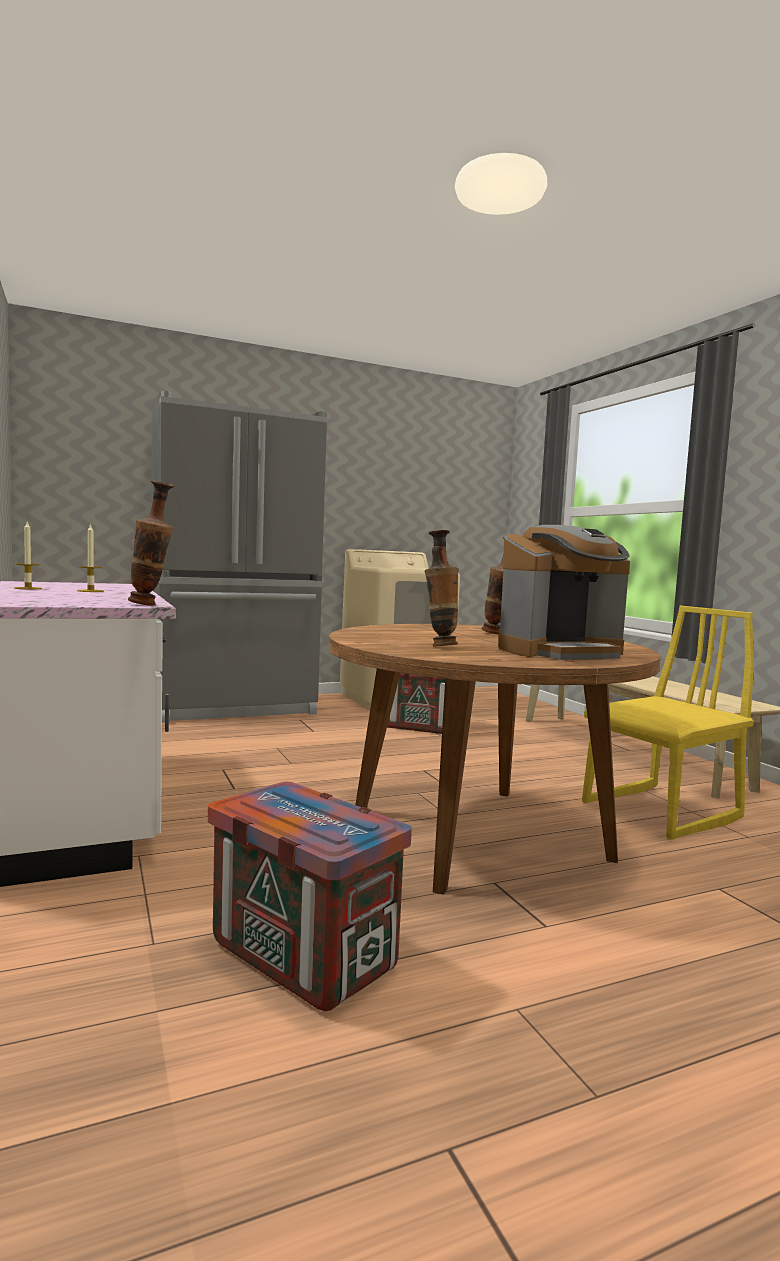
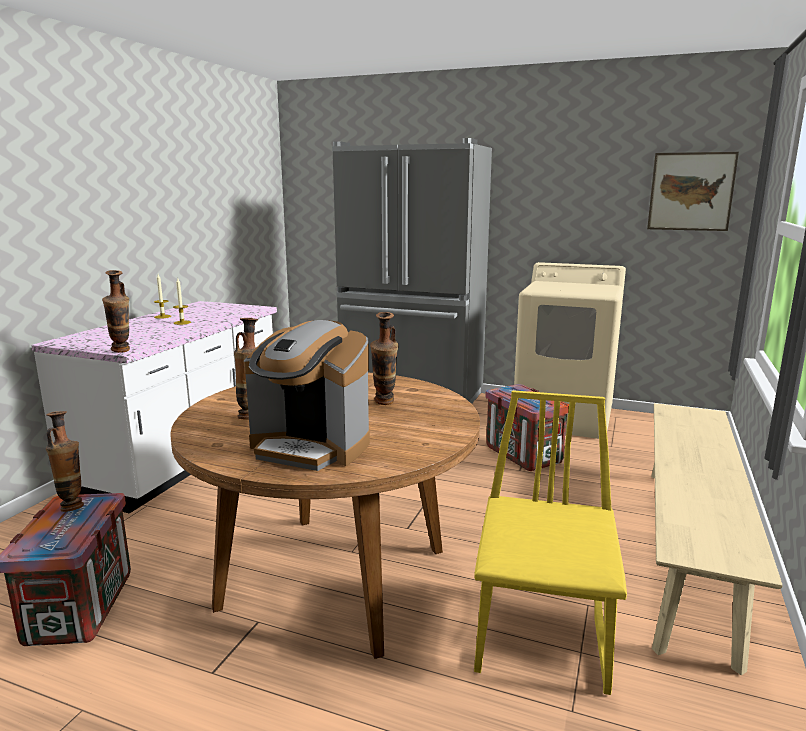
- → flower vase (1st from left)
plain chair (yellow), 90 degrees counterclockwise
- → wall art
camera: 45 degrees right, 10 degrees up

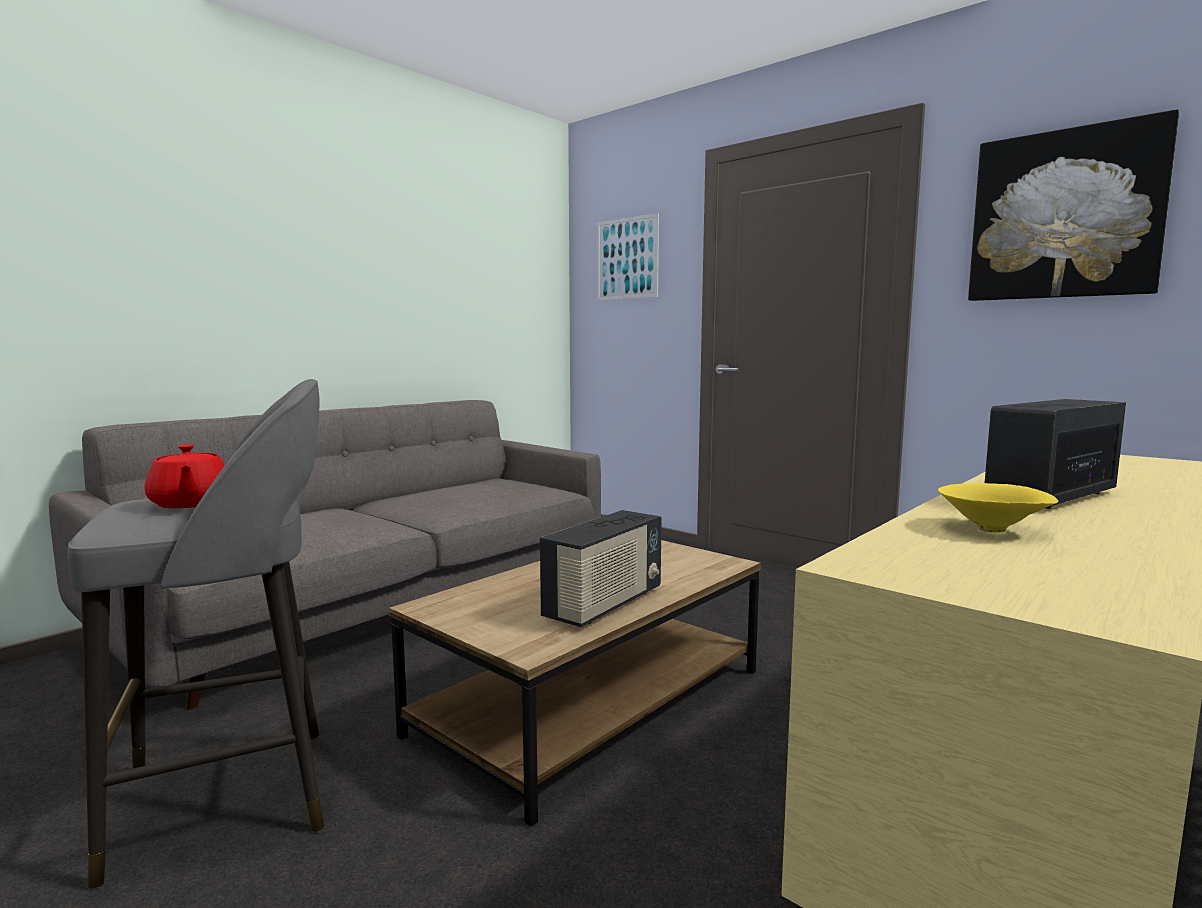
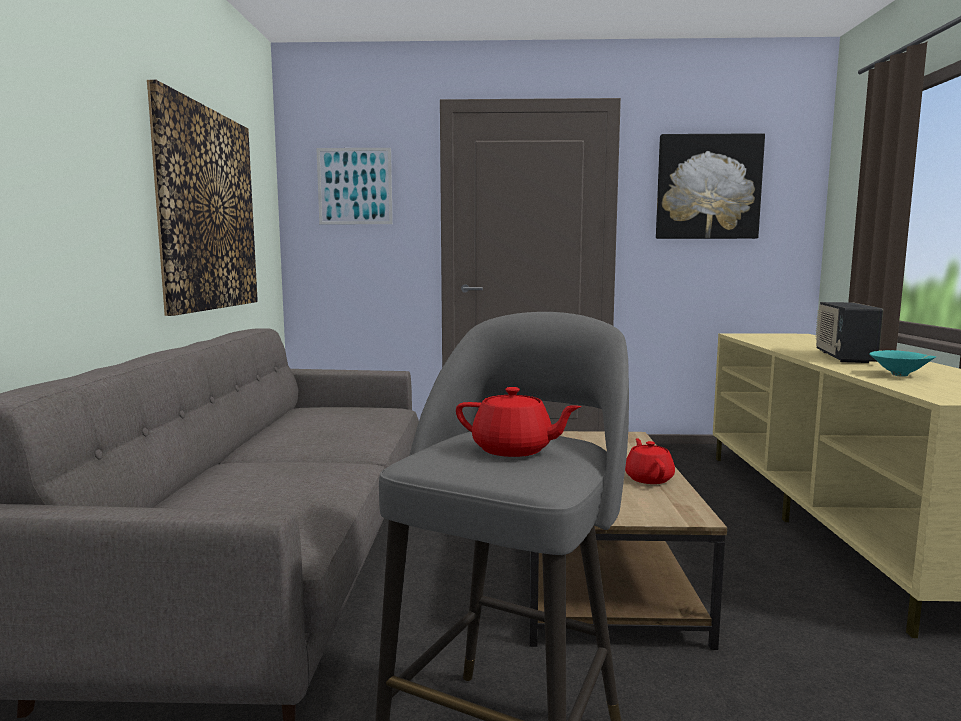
- → wall art (1st from left)
radio set (1st from left) → tea pot (reddish) (2nd from left)
deep dish (yellow) → deep dish (blue-green)
camera: 40 degrees left, 0 degrees up

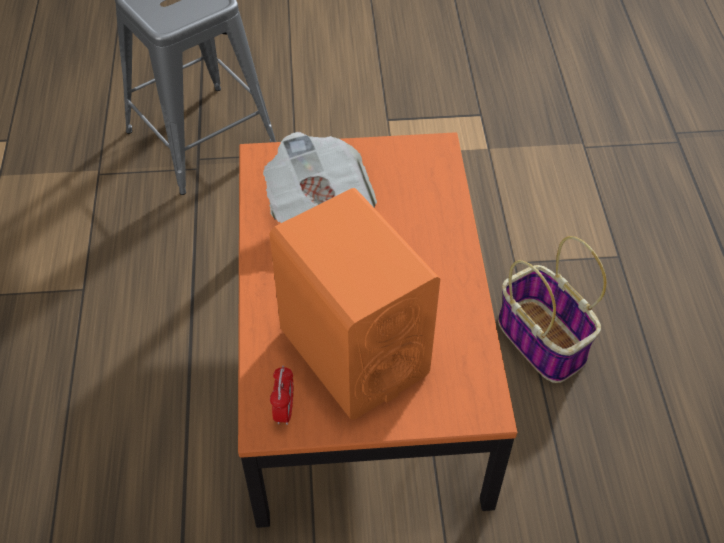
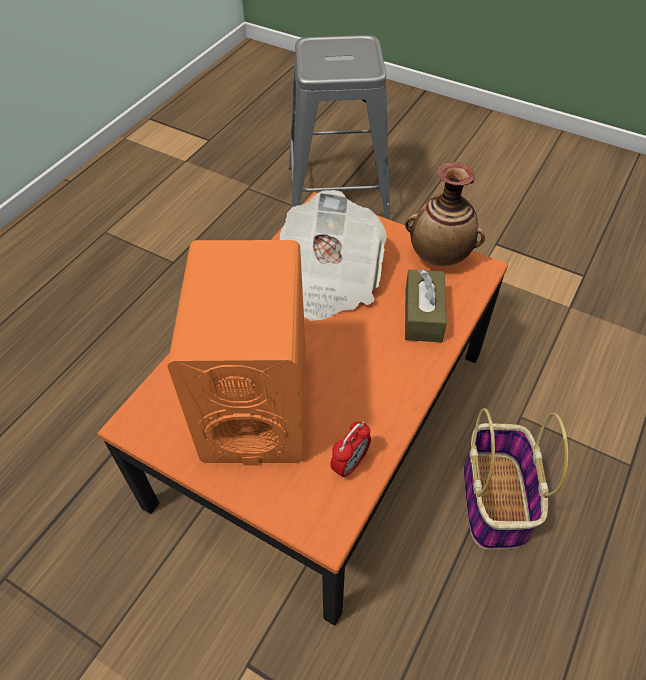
bedside clock, move
- → flower vase
- → tissue holder (brown)
camera: 35 degrees right, 0 degrees up

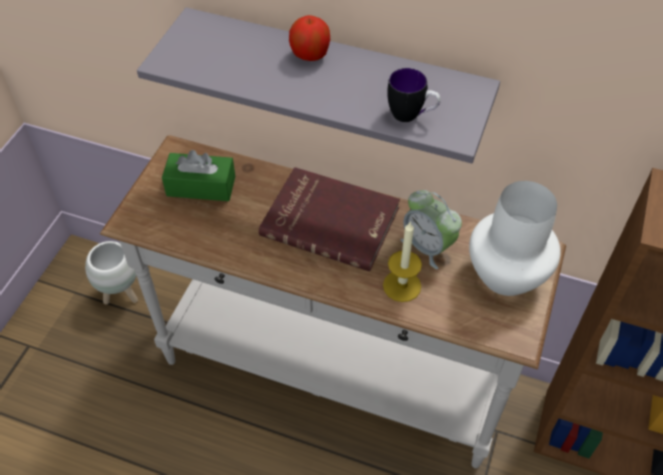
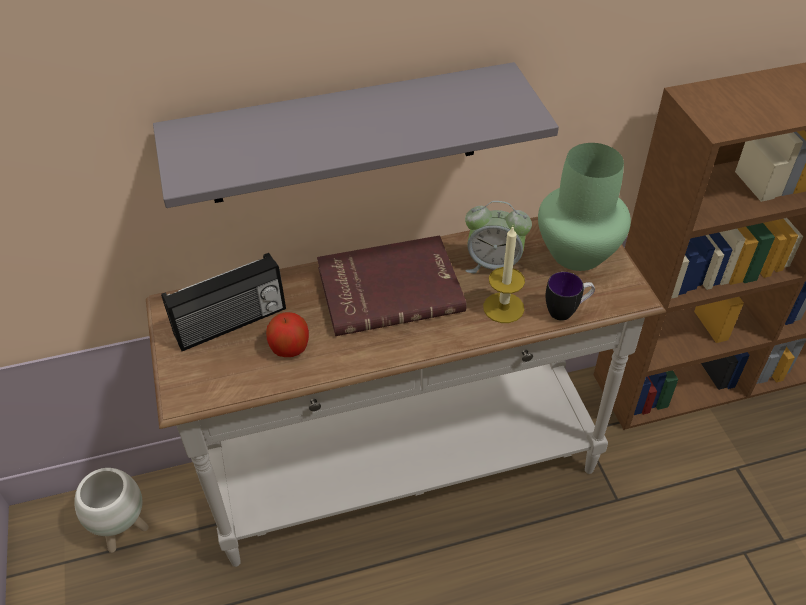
tissue holder (greenish) → radio set
apple, move
flower vase (white) → flower vase (greenish)
mug, move
camera: 35 degrees left, 5 degrees down

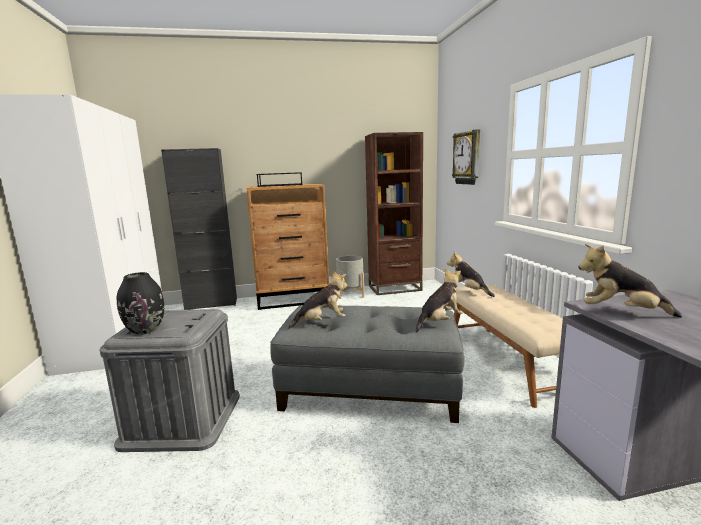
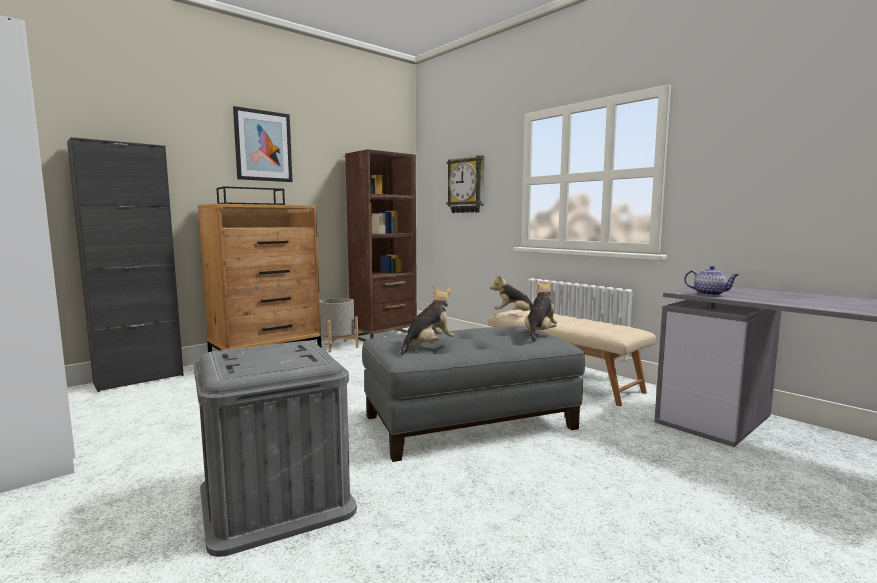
- → wall art
plush toy (4th from left) → tea pot
flower vase (black-coloured) → -
camera: 30 degrees left, 5 degrees down

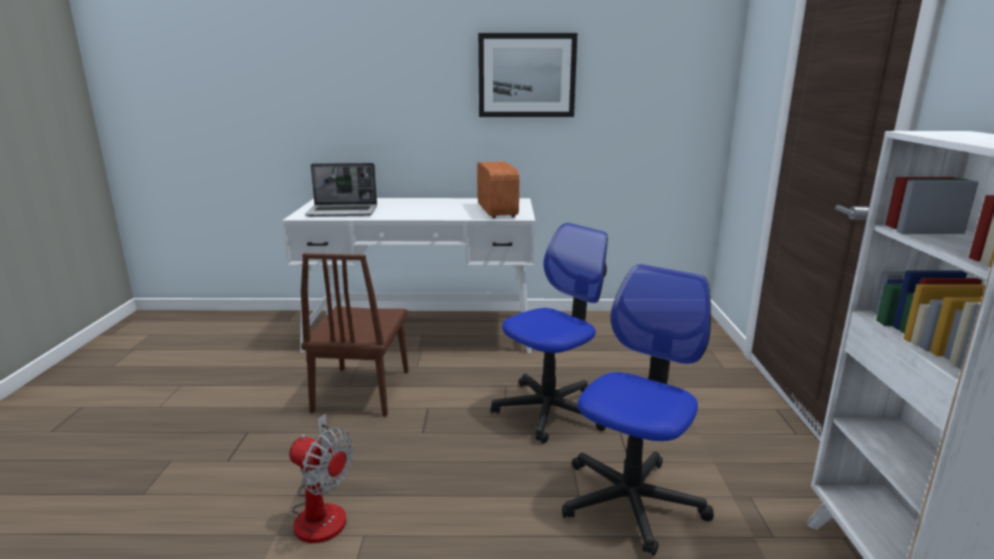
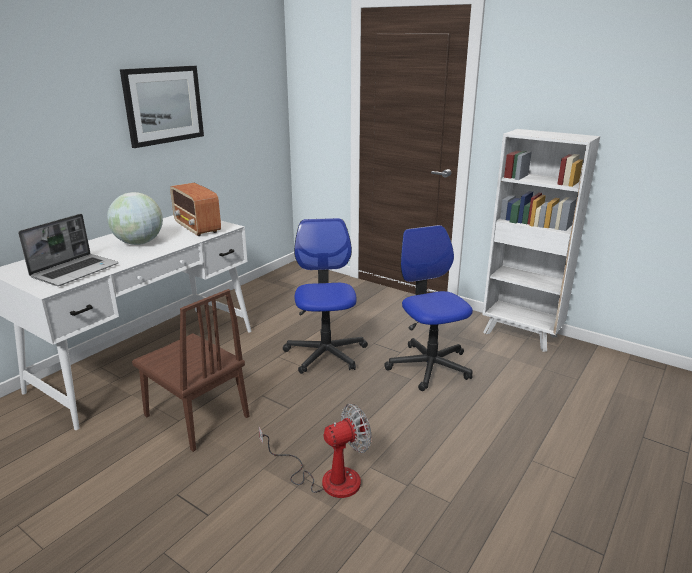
- → desk globe
radio set, 150 degrees counterclockwise
camera: 55 degrees left, 5 degrees up

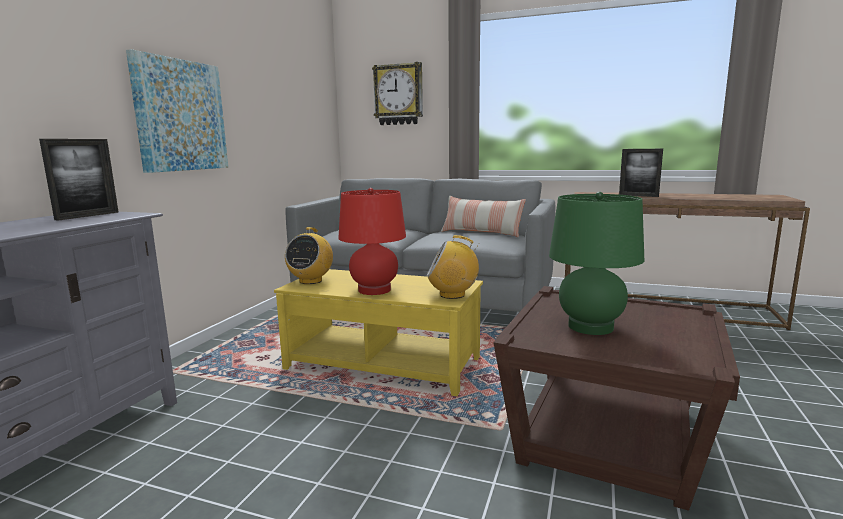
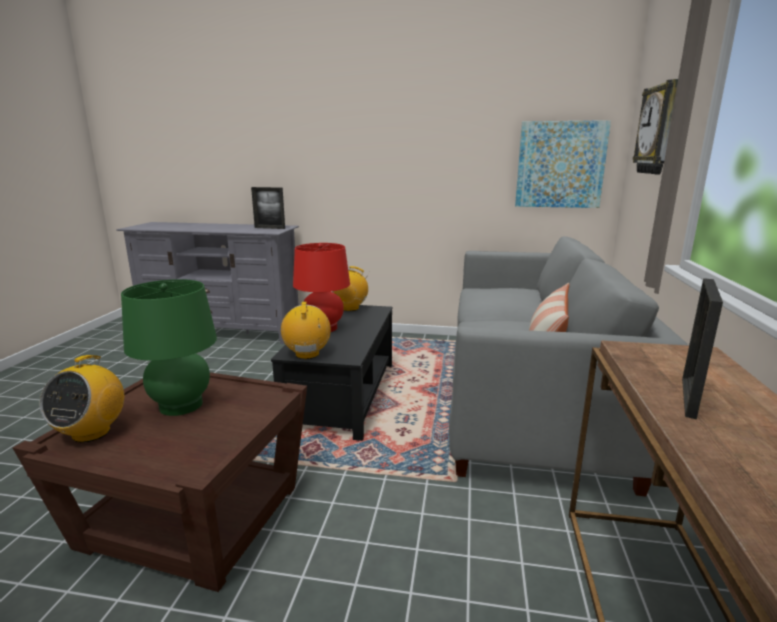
- → radio set (1st from left)
lounge table (yellow) → lounge table (black-coloured)
wall art, move
camera: 80 degrees right, 5 degrees up

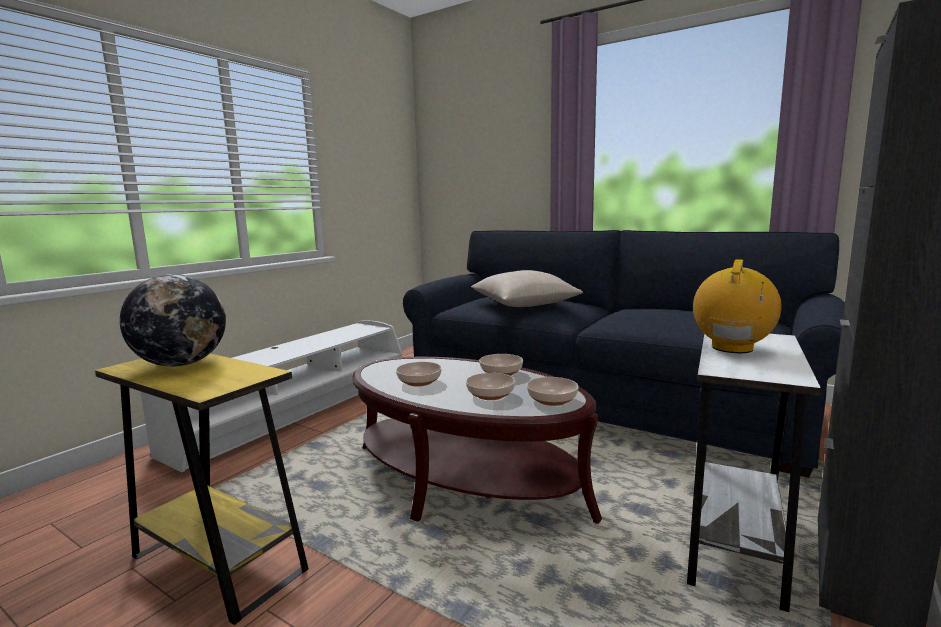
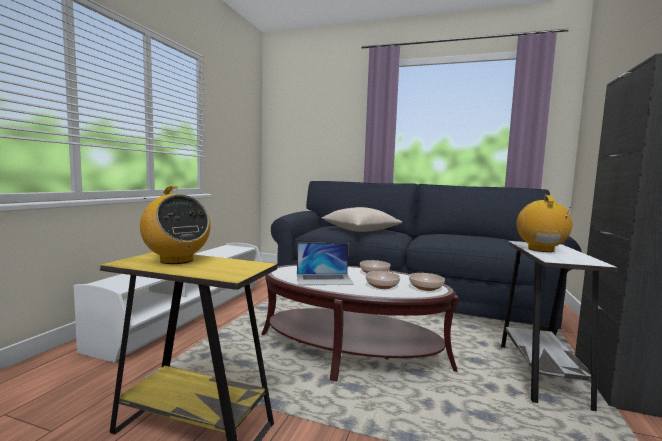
desk globe → radio set (1st from left)
deep dish (1st from left) → portable computer
camera: 15 degrees left, 5 degrees down

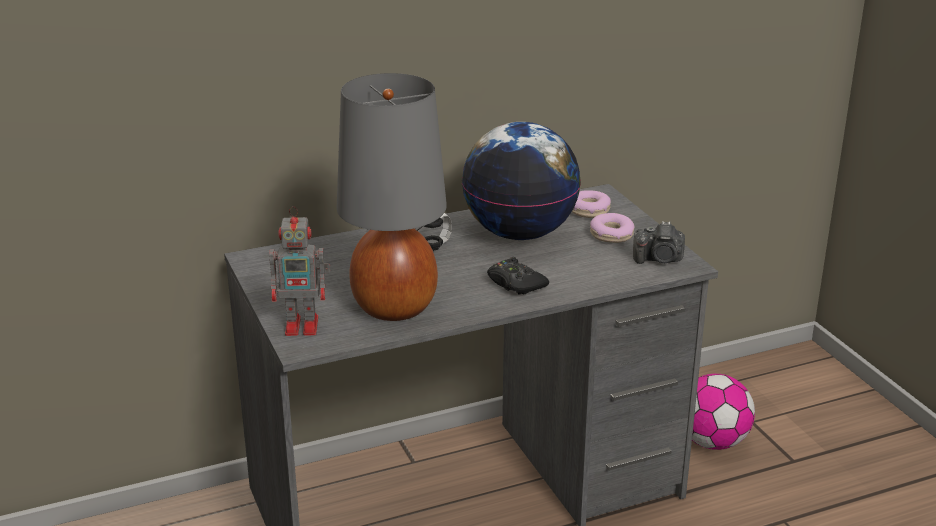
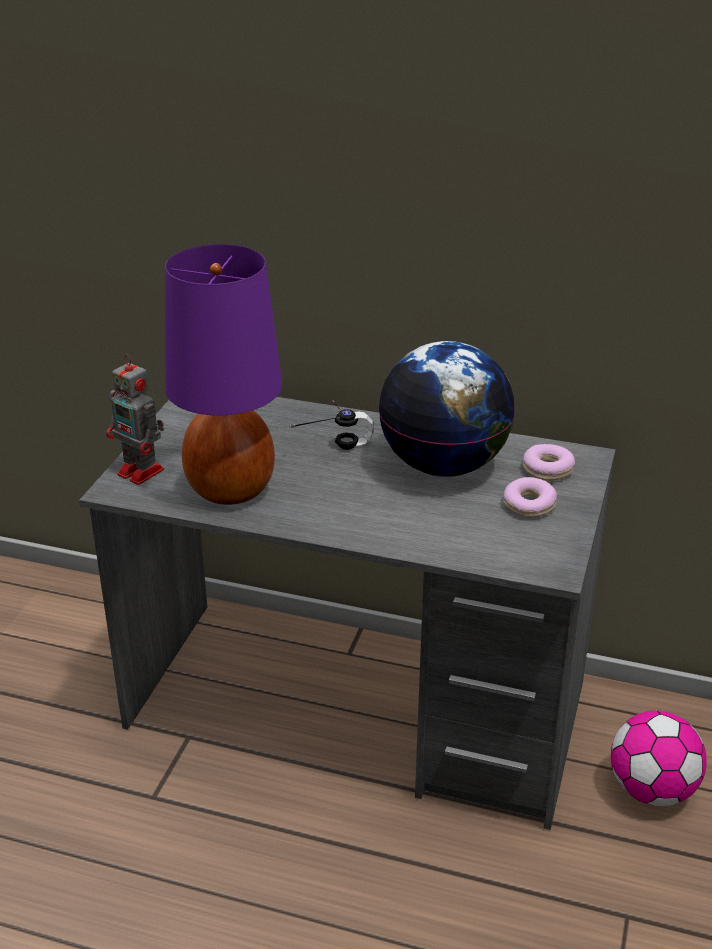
table lamp (gray) → table lamp (purple-coloured)
game controller (black-coloured) → -
still camera → -
camera: 40 degrees right, 5 degrees up

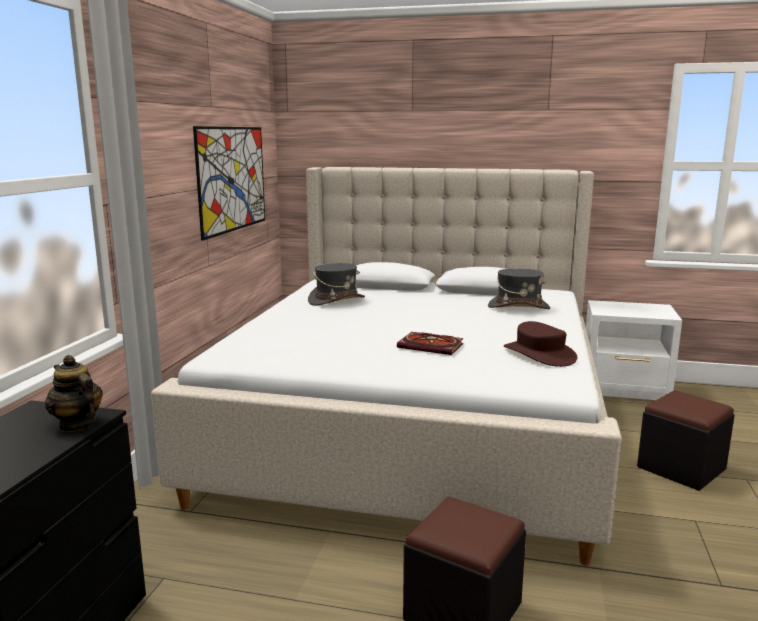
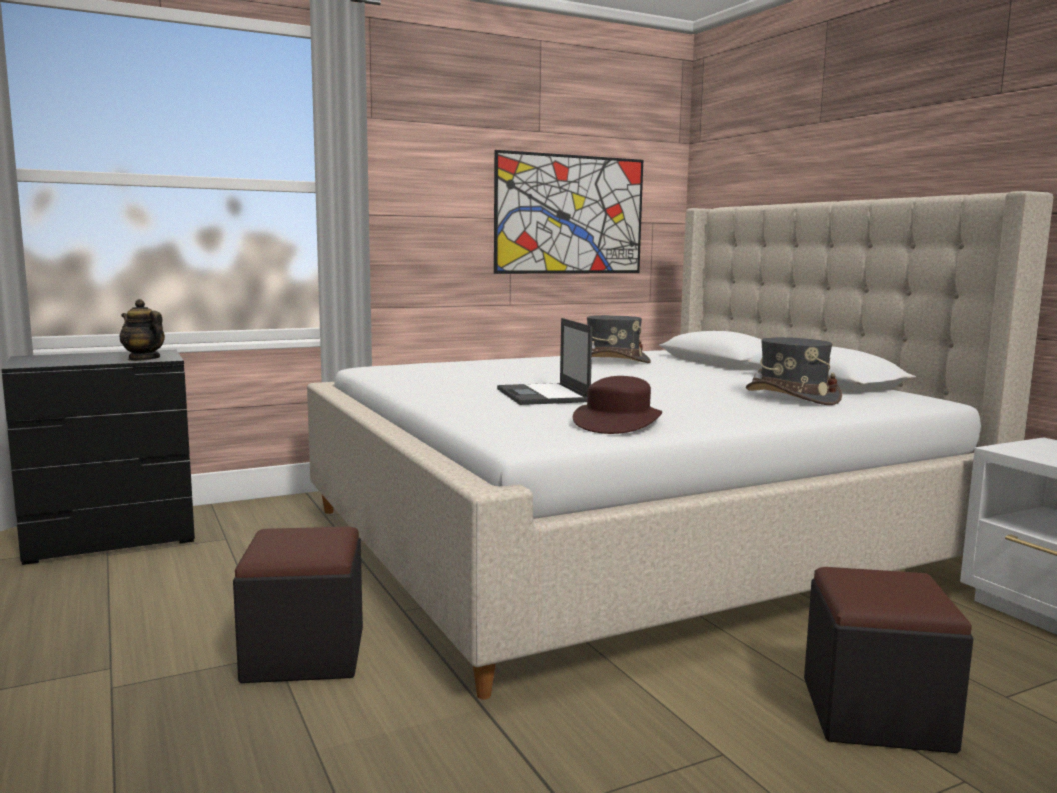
tea pot, 60 degrees counterclockwise
volume → portable computer
camera: 50 degrees right, 5 degrees down

